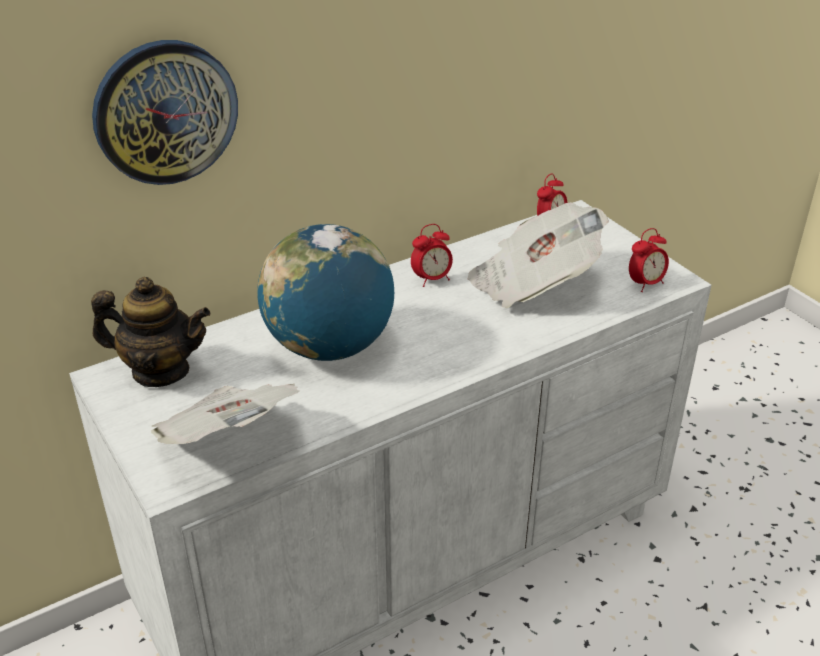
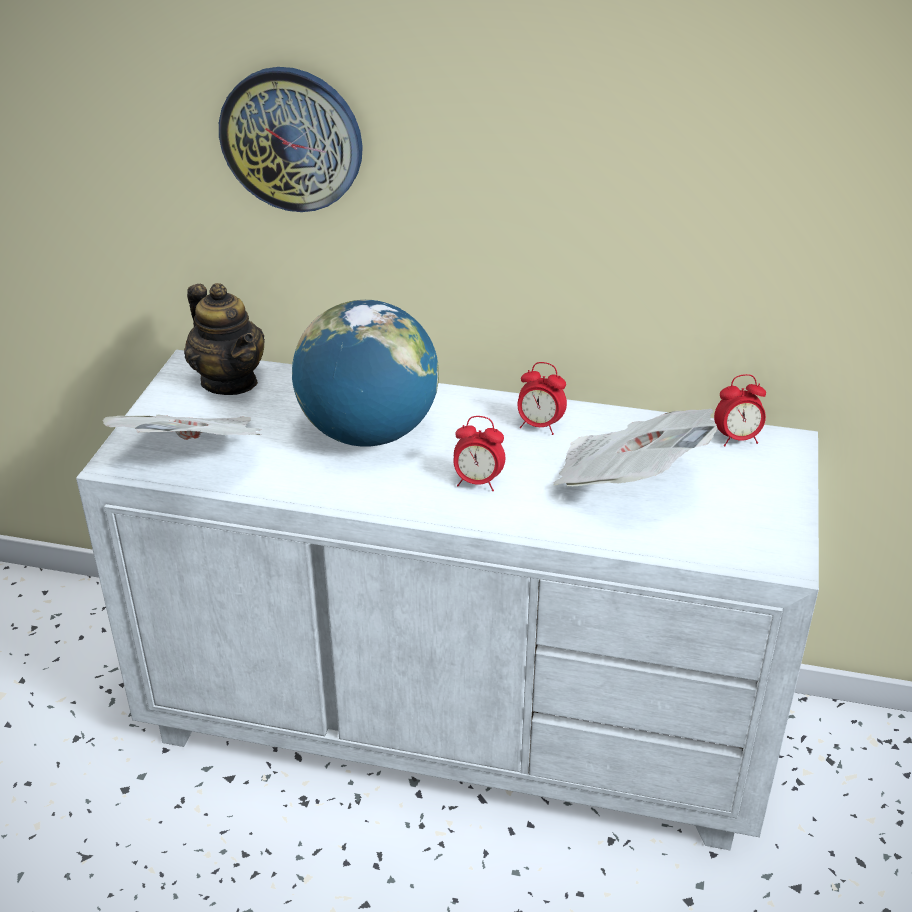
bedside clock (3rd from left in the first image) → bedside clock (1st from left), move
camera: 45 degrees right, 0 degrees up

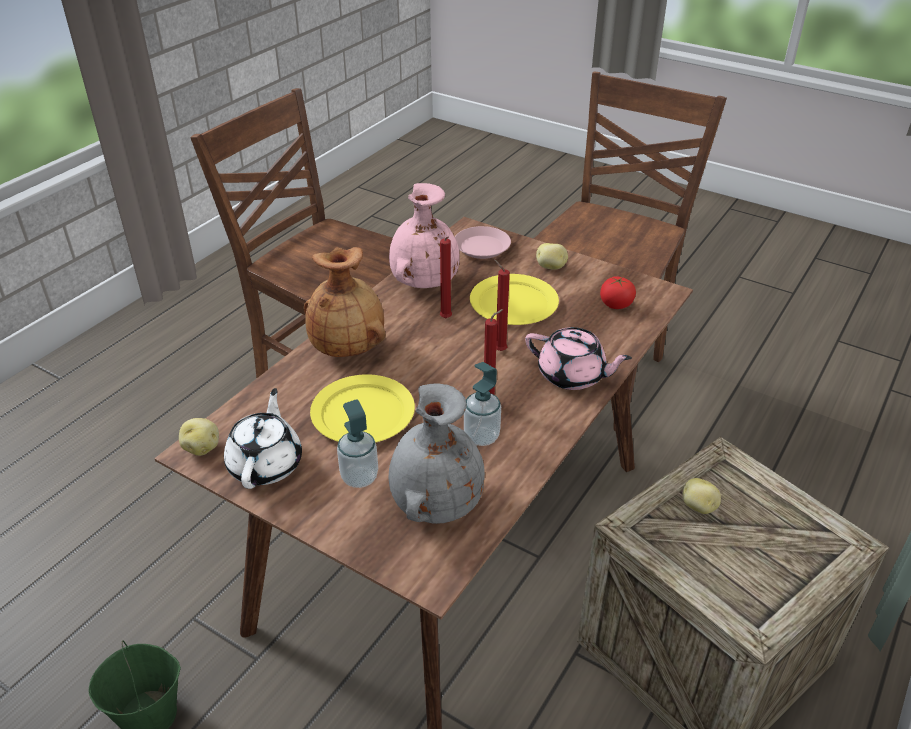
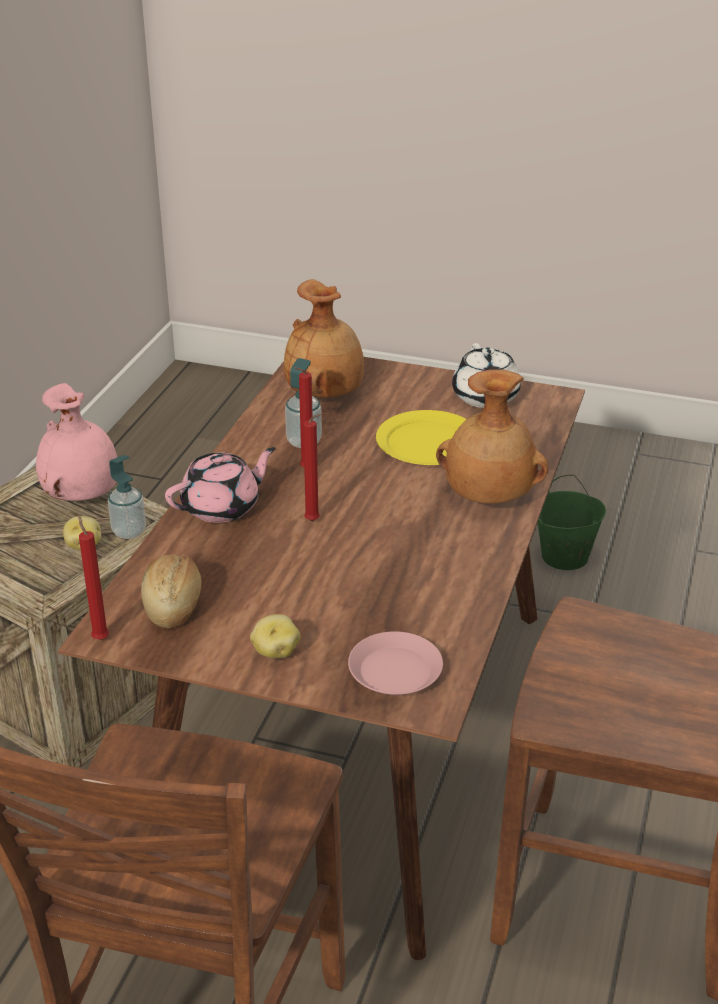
flower vase (pink-coloured), move
wax candle (reddish) (1st from left), move
soap dispenser (1st from left), move
fresh tomato → bakery bread
tea pot (pink-coloured), 135 degrees clockwise
flower vase (gray) → flower vase (brown) (1st from left)
spud (1st from left) → -
plate (yellow) (2nd from left) → -
camera: 165 degrees right, 5 degrees down

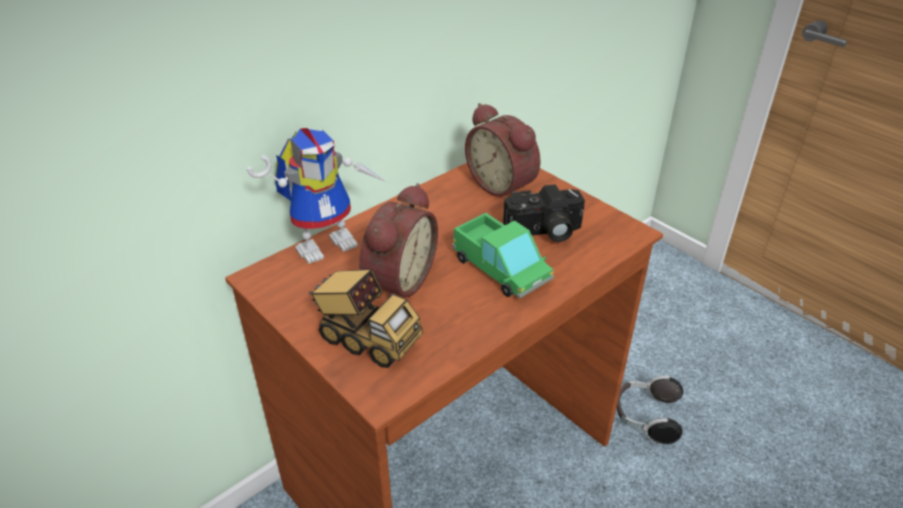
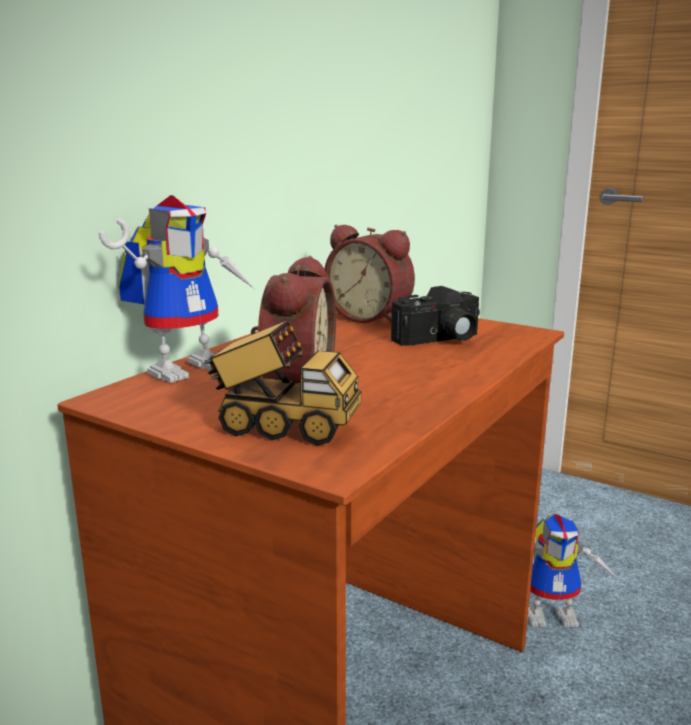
pair of headphones → model robot (2nd from left)
toy truck (2nd from left) → -
camera: 15 degrees left, 20 degrees down

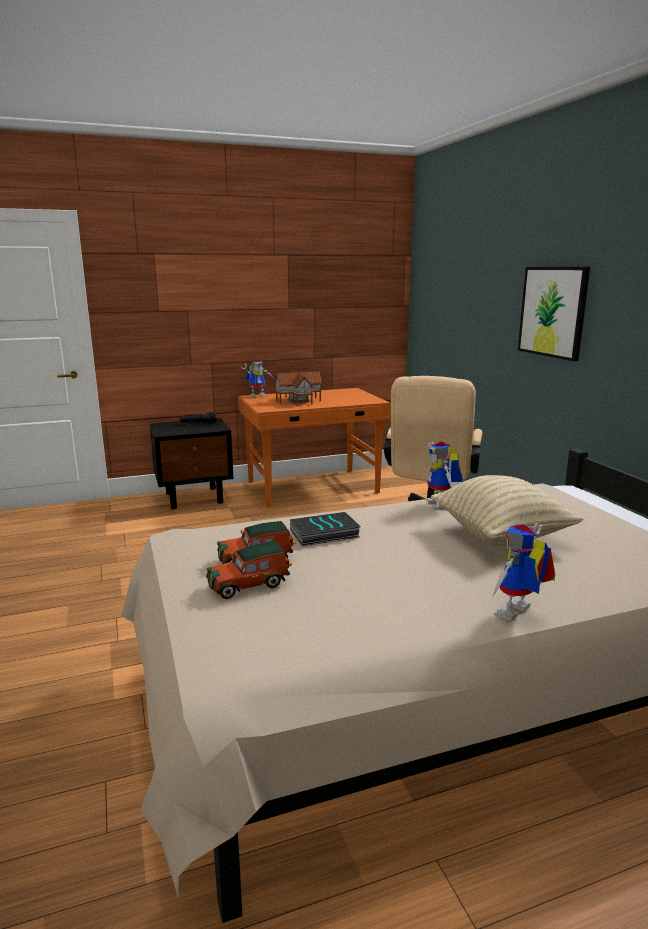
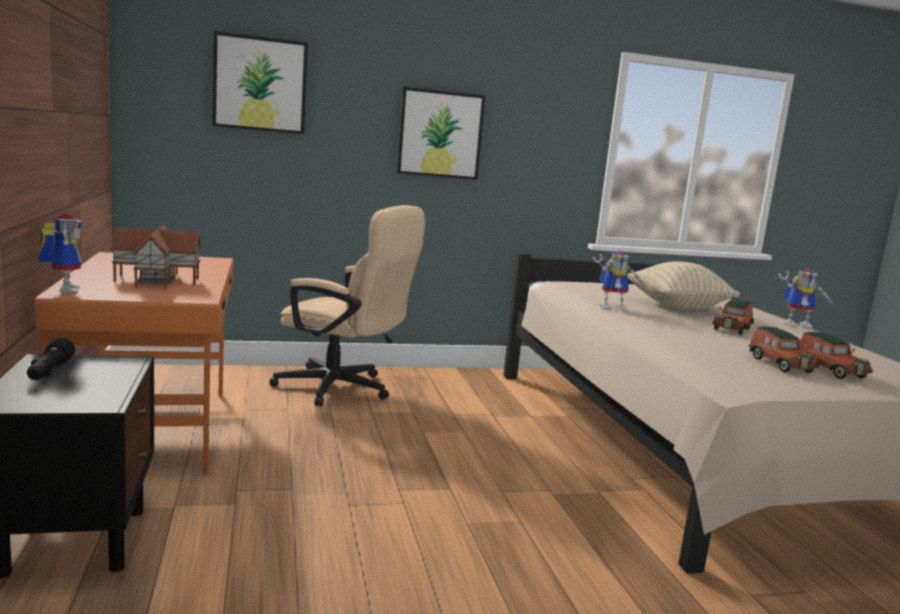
- → wall art (1st from left)
- → model car (1st from left)
model robot (3rd from left), 45 degrees counterclockwise
volume → -
camera: 85 degrees left, 5 degrees down

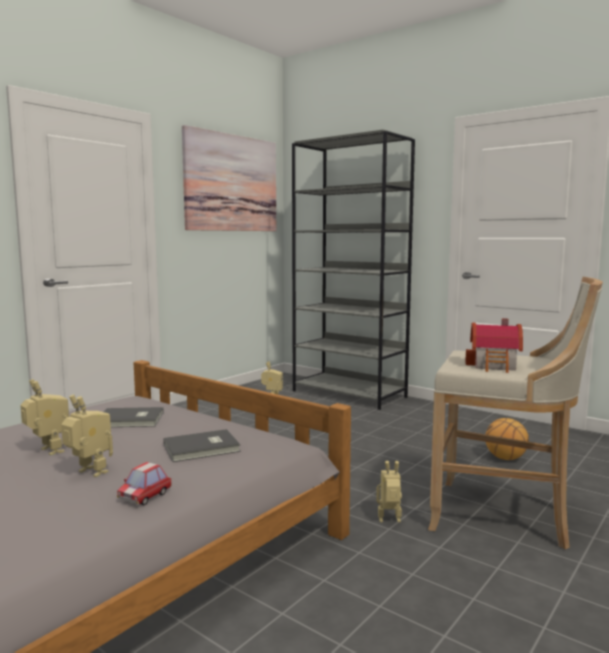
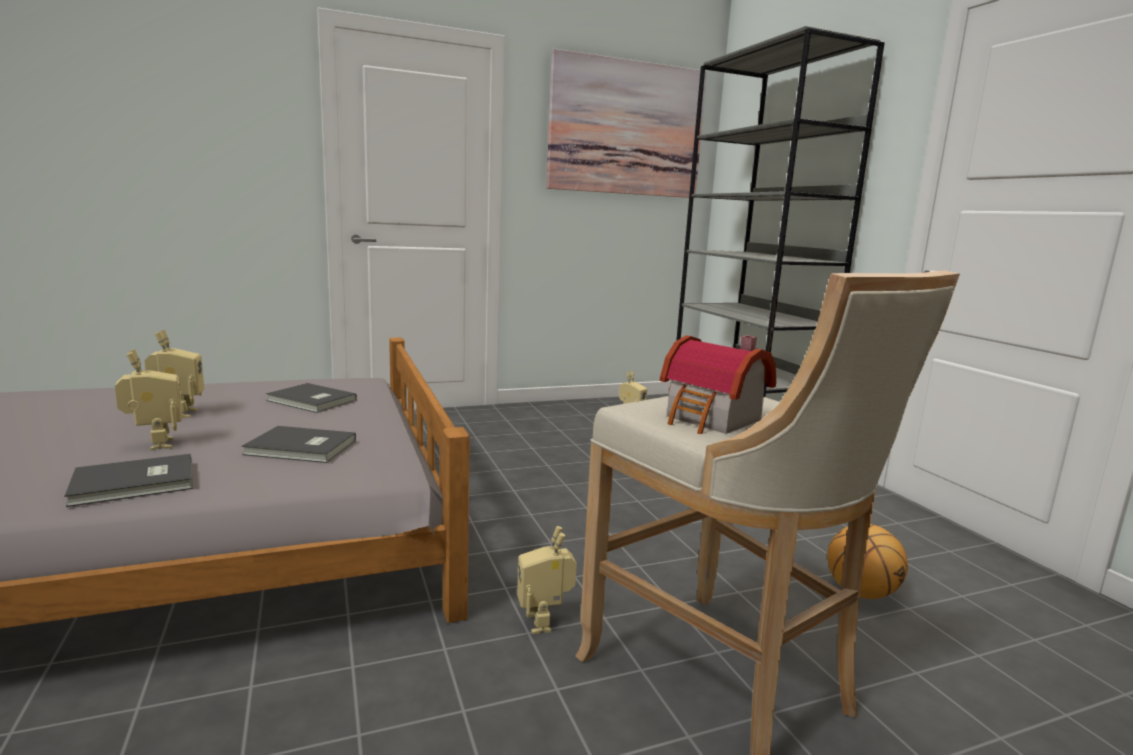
model car → volume (gray) (1st from left)
model robot (4th from left in the first image) → model robot (3rd from left), 135 degrees counterclockwise
camera: 30 degrees right, 5 degrees up

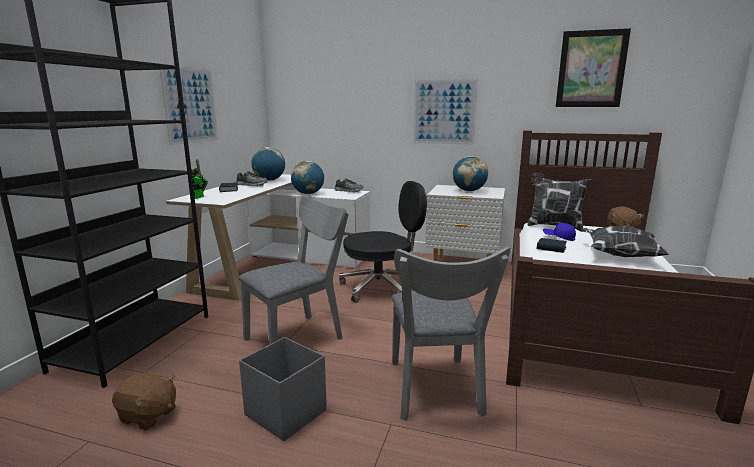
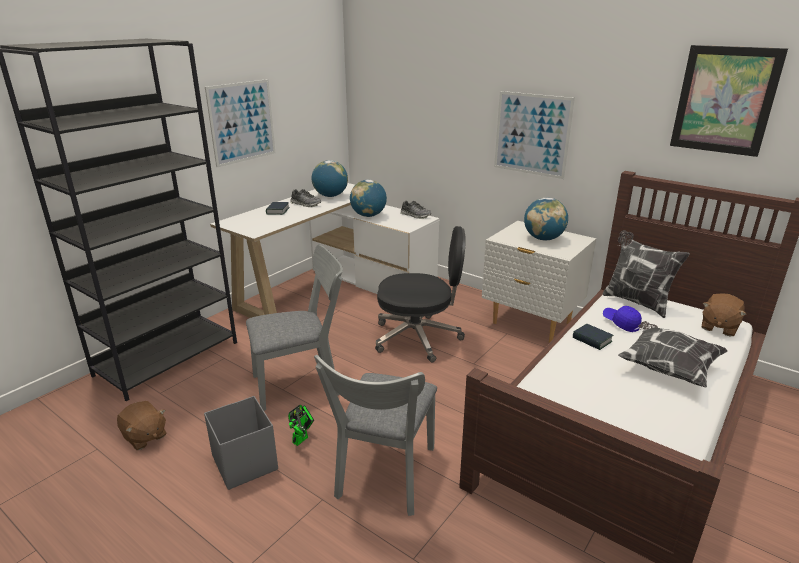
model robot, move
camera: 20 degrees right, 10 degrees up

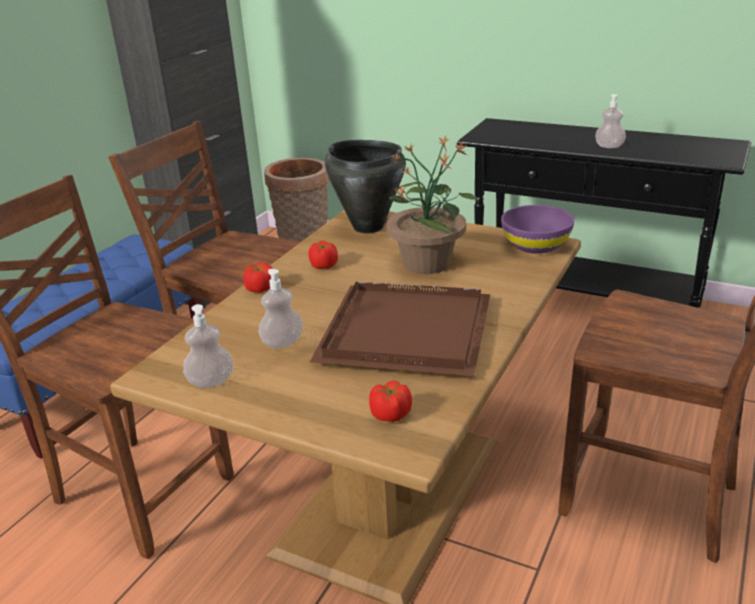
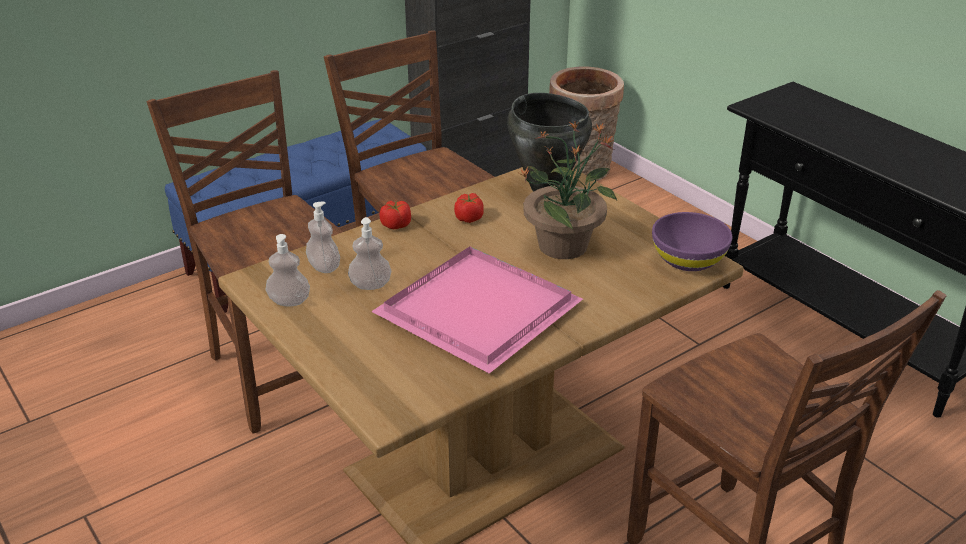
soap dispenser (3rd from left in the first image) → soap dispenser (2nd from left), move
tray (brown) → tray (pink-coloured)
fresh tomato (3rd from left) → -
camera: 25 degrees right, 5 degrees up

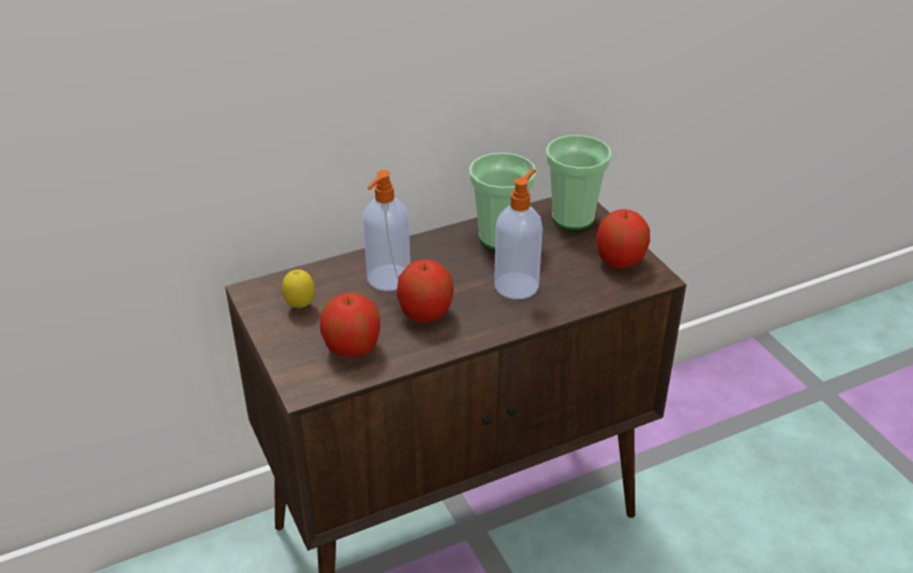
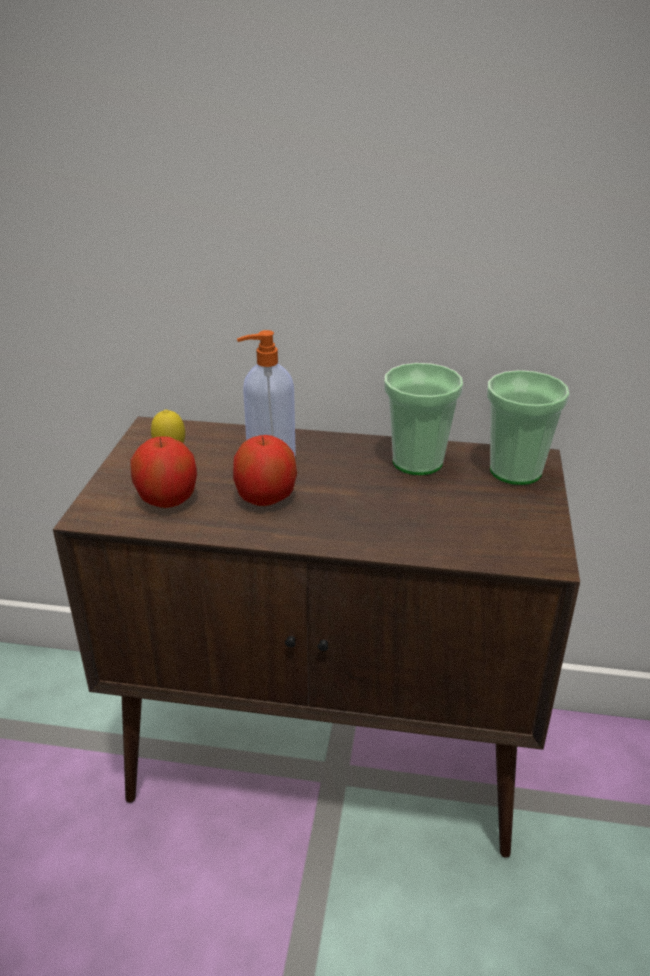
soap dispenser (2nd from left) → -
apple (3rd from left) → -
camera: 35 degrees right, 5 degrees down

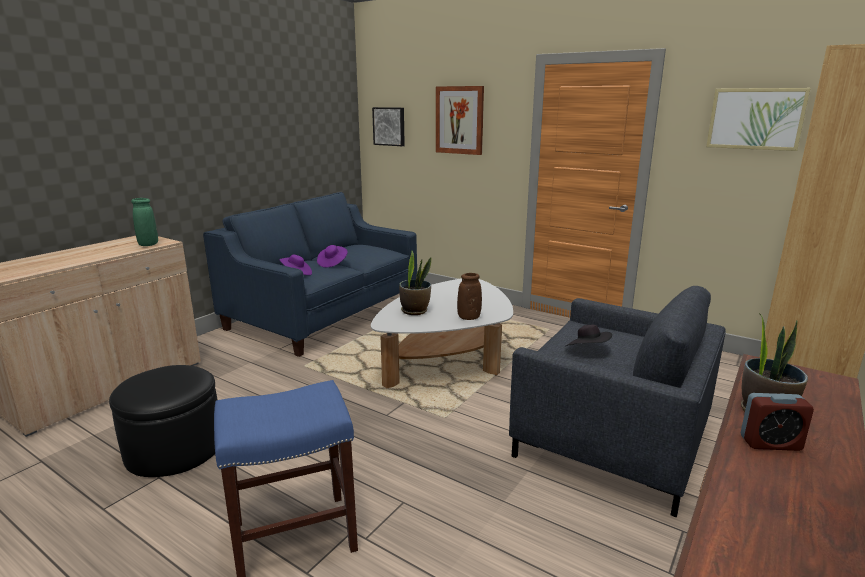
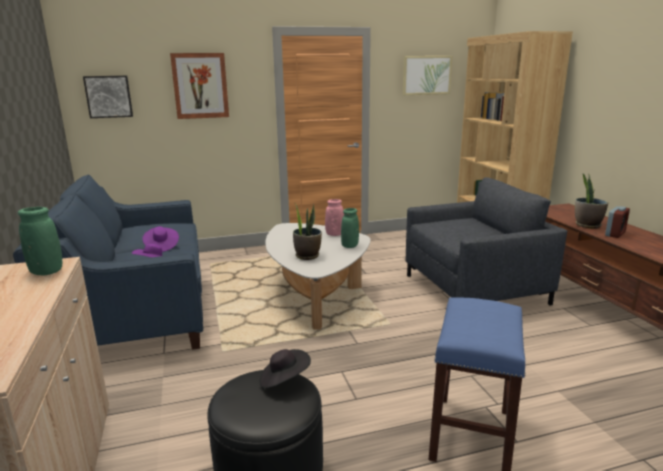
wearable hat (black-coloured), move
- → flower vase (pink-coloured)
flower vase (brown) → flower vase (greenish) (2nd from left)
camera: 50 degrees left, 0 degrees up

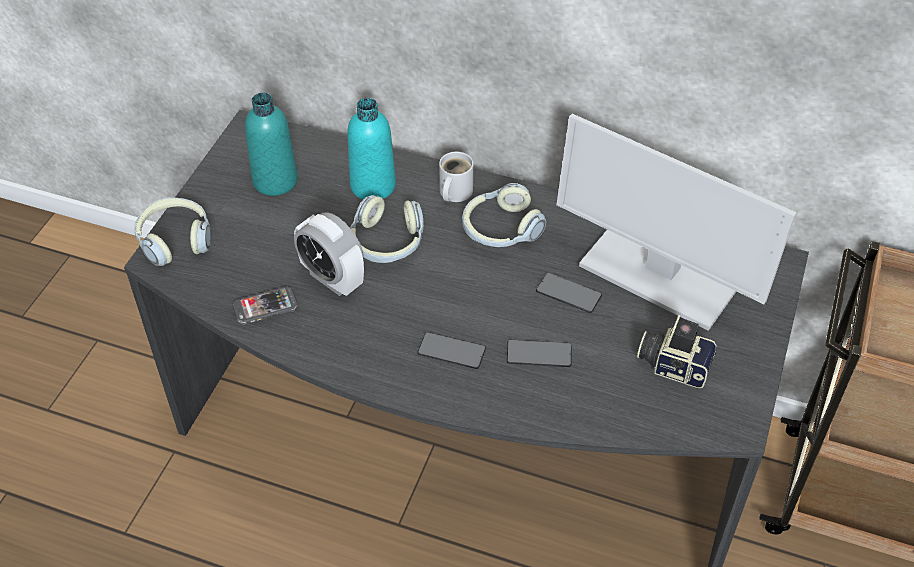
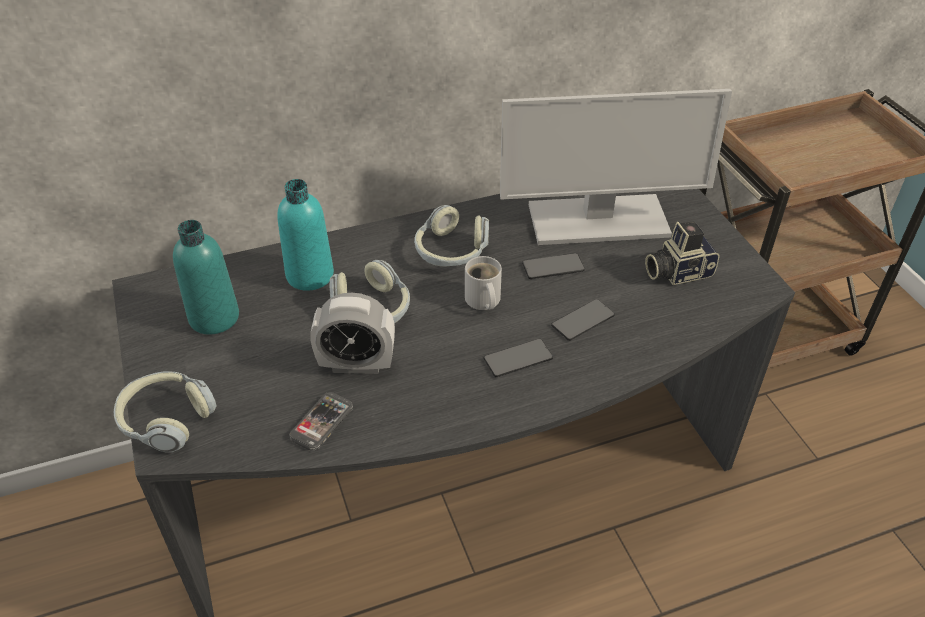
mug (white), move
camera: 40 degrees left, 5 degrees down

